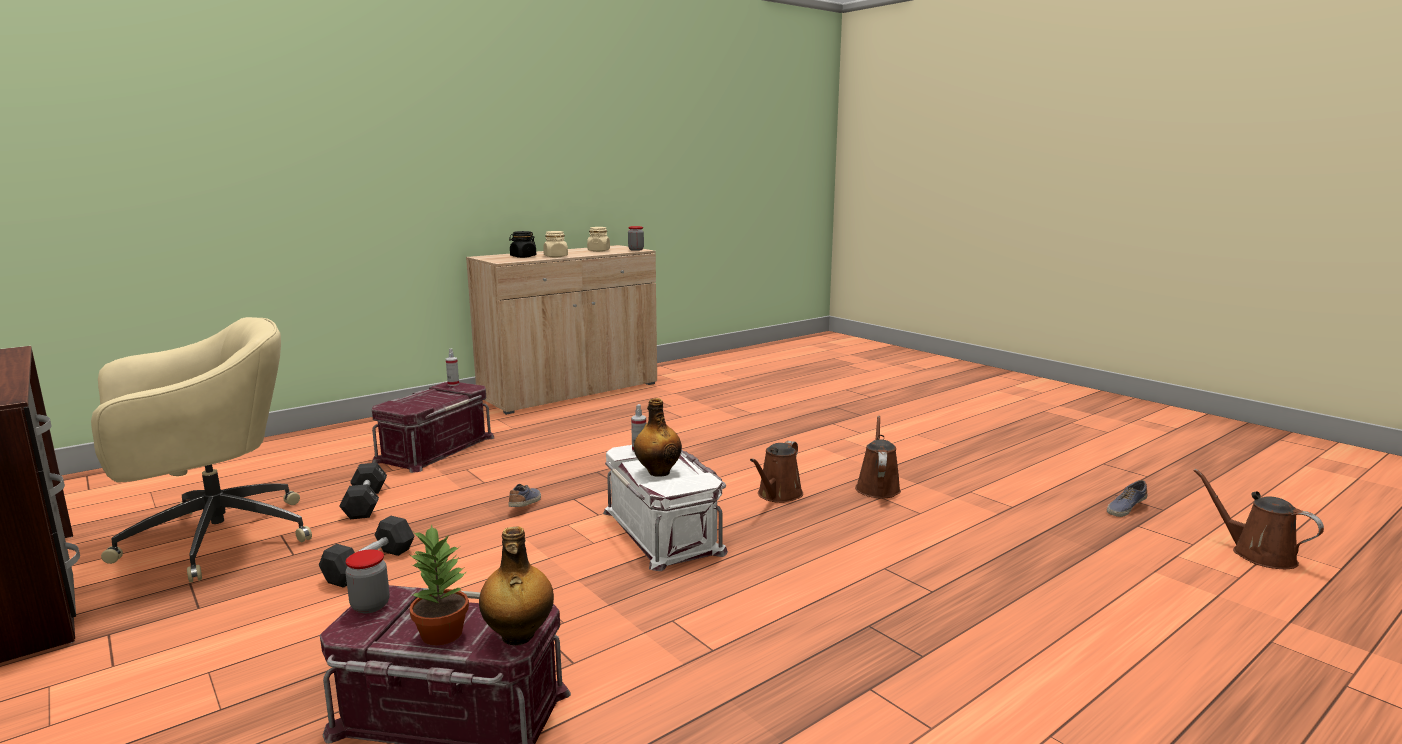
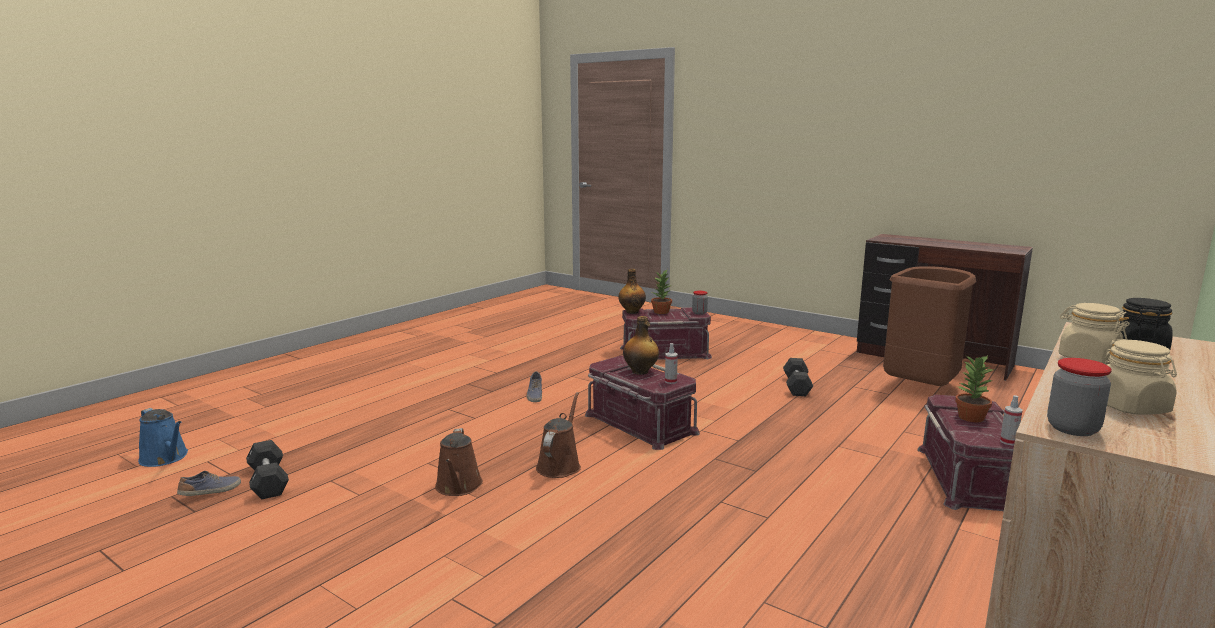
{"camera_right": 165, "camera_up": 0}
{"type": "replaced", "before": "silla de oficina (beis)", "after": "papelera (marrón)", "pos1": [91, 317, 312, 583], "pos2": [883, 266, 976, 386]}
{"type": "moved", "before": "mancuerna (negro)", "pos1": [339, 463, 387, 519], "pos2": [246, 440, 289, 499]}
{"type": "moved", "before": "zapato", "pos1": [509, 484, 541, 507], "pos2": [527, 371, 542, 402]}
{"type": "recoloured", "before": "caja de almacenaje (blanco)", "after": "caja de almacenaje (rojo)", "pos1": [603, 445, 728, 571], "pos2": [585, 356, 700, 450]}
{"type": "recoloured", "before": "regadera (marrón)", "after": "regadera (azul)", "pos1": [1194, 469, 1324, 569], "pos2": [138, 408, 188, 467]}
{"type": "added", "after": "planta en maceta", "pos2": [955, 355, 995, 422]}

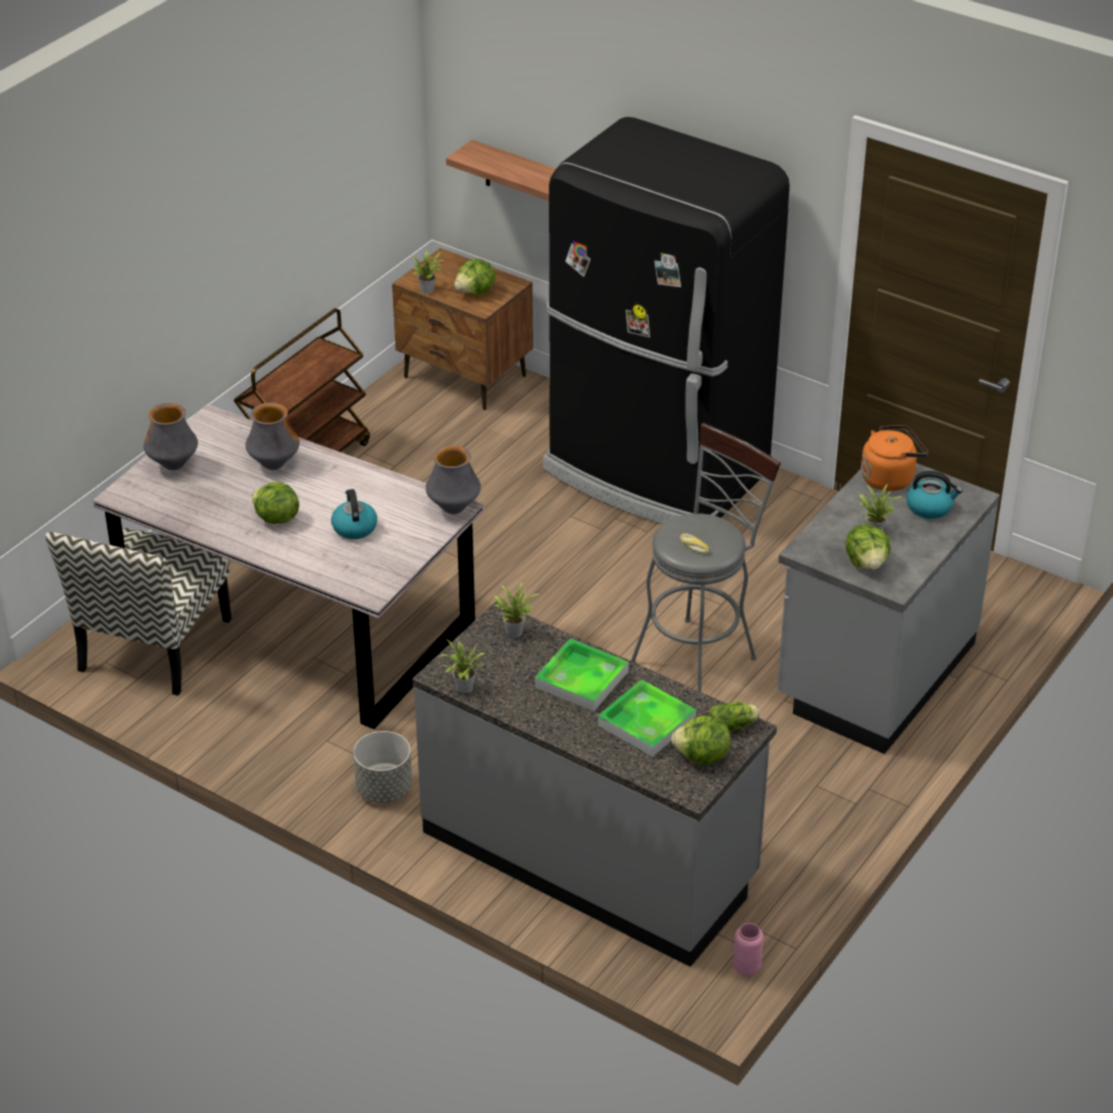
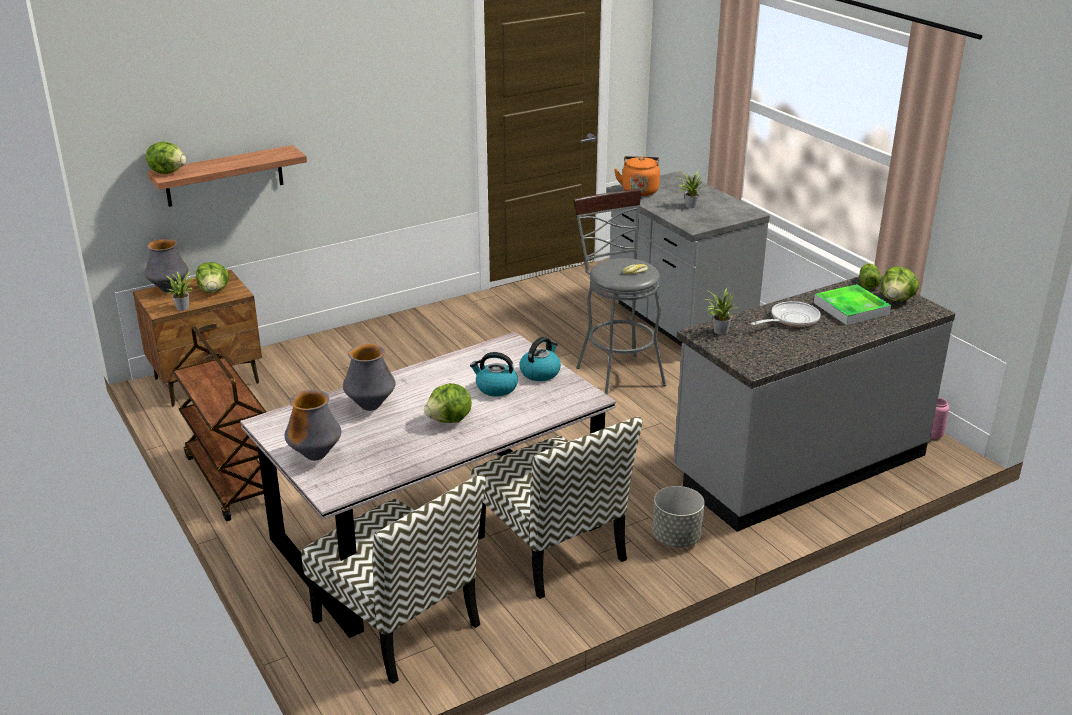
{"camera_right": -65, "camera_up": -10}
{"type": "moved", "before": "florero", "pos1": [426, 445, 481, 514], "pos2": [145, 239, 188, 293]}
{"type": "removed", "before": "planta en maceta", "pos1": [439, 638, 485, 693]}
{"type": "replaced", "before": "bandeja", "after": "sartén", "pos1": [535, 639, 629, 711], "pos2": [751, 301, 821, 327]}
{"type": "removed", "before": "nevera (negro)", "pos1": [543, 117, 790, 524]}
{"type": "moved", "before": "lechuga", "pos1": [846, 524, 891, 570], "pos2": [146, 141, 186, 174]}
{"type": "moved", "before": "hervidor", "pos1": [907, 471, 962, 519], "pos2": [520, 337, 561, 381]}
{"type": "added", "after": "silla", "pos2": [471, 417, 643, 599]}

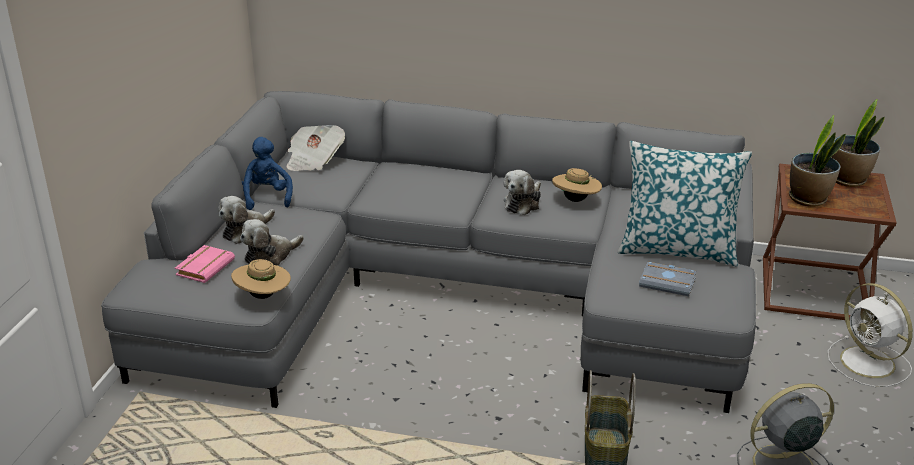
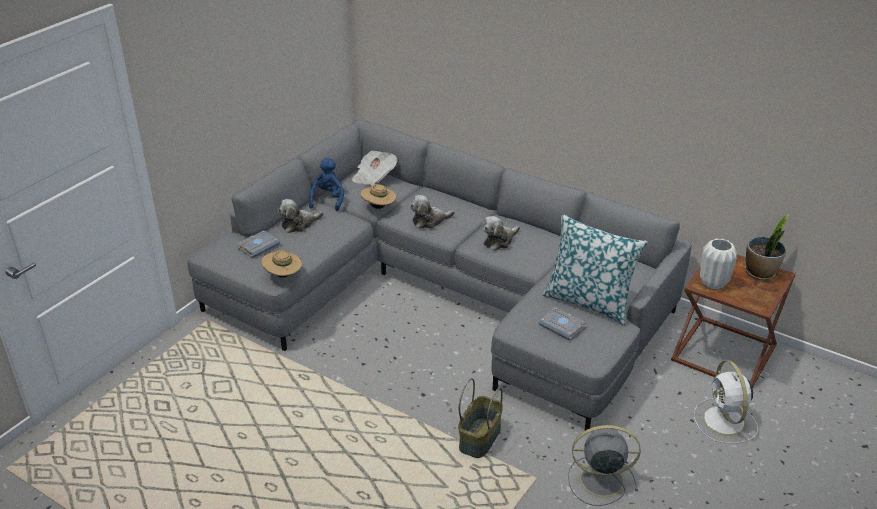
{"camera_right": 20, "camera_up": 5}
{"type": "recoloured", "before": "libro (rosa)", "after": "libro (gris)", "pos1": [175, 245, 235, 283], "pos2": [237, 230, 280, 258]}
{"type": "moved", "before": "peluche", "pos1": [240, 219, 304, 266], "pos2": [410, 195, 455, 229]}
{"type": "moved", "before": "sombrero (beis)", "pos1": [552, 168, 602, 202], "pos2": [360, 184, 396, 209]}
{"type": "replaced", "before": "planta en maceta", "after": "florero (blanco)", "pos1": [789, 115, 846, 207], "pos2": [700, 239, 737, 289]}

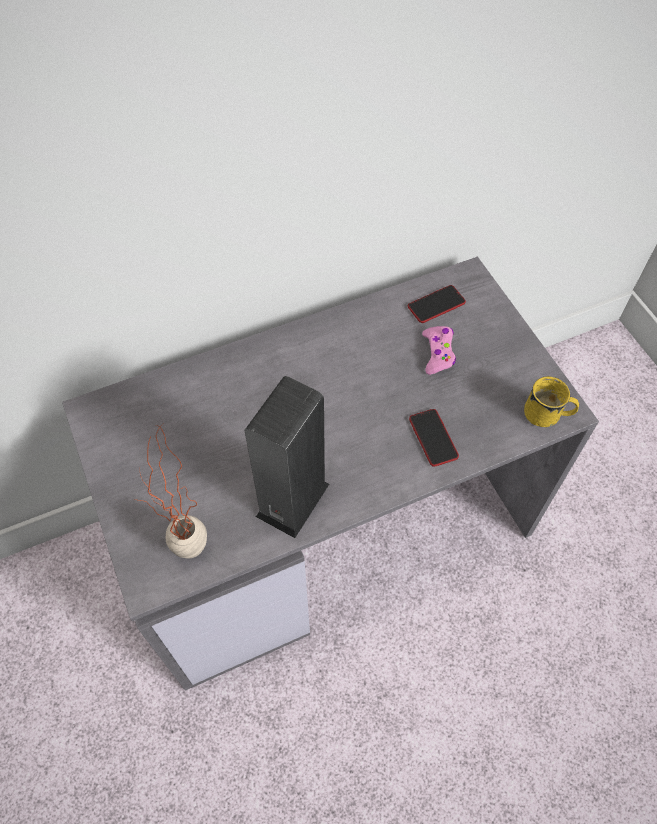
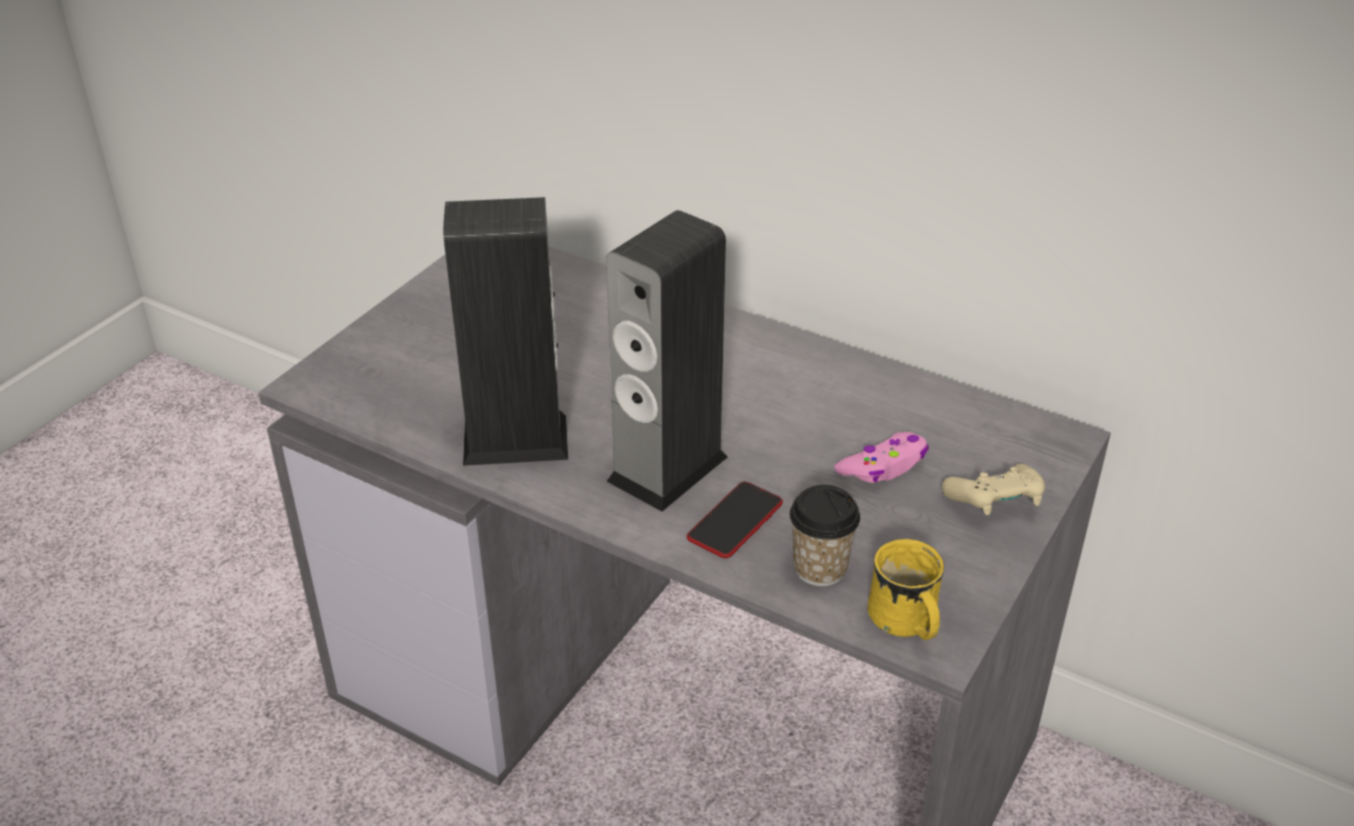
{"camera_right": 55, "camera_up": -20}
{"type": "removed", "before": "planta en maceta", "pos1": [135, 423, 207, 559]}
{"type": "removed", "before": "móvil", "pos1": [408, 285, 466, 323]}
{"type": "added", "after": "altavoz", "pos2": [606, 210, 728, 512]}
{"type": "added", "after": "taza", "pos2": [790, 485, 860, 586]}
{"type": "added", "after": "mando de consola (beis)", "pos2": [942, 464, 1045, 515]}

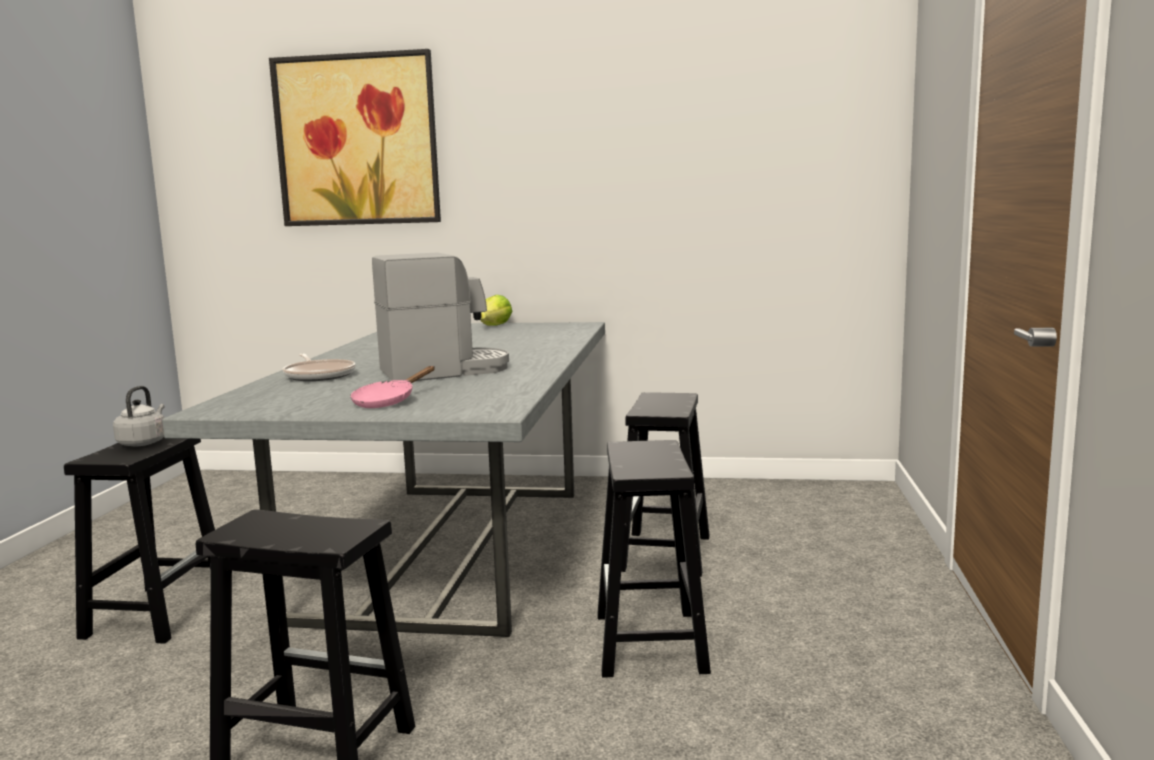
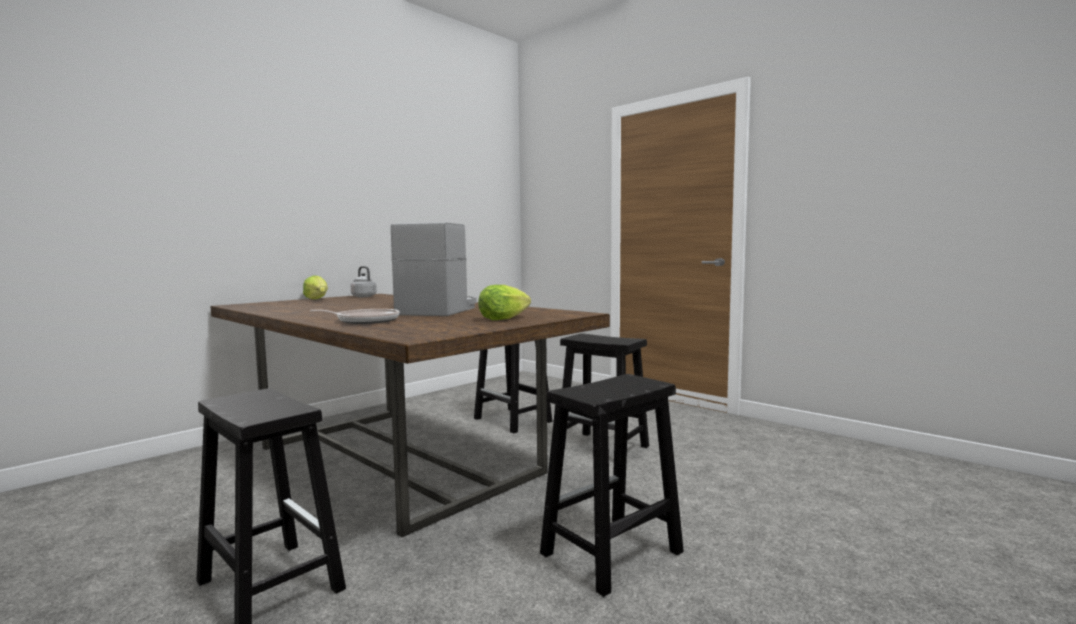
{"camera_right": -55, "camera_up": -5}
{"type": "moved", "before": "hervidor (gris)", "pos1": [113, 386, 165, 446], "pos2": [351, 266, 377, 297]}
{"type": "recoloured", "before": "mesa de comedor (gris)", "after": "mesa de comedor (marrón)", "pos1": [162, 322, 605, 637], "pos2": [211, 294, 610, 537]}
{"type": "removed", "before": "cuadro", "pos1": [269, 49, 441, 226]}
{"type": "replaced", "before": "sartén (rosa)", "after": "lechuga", "pos1": [350, 366, 435, 408], "pos2": [478, 285, 531, 320]}

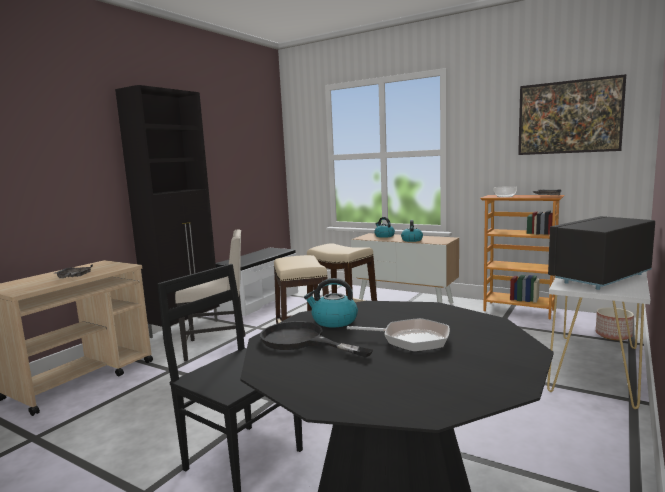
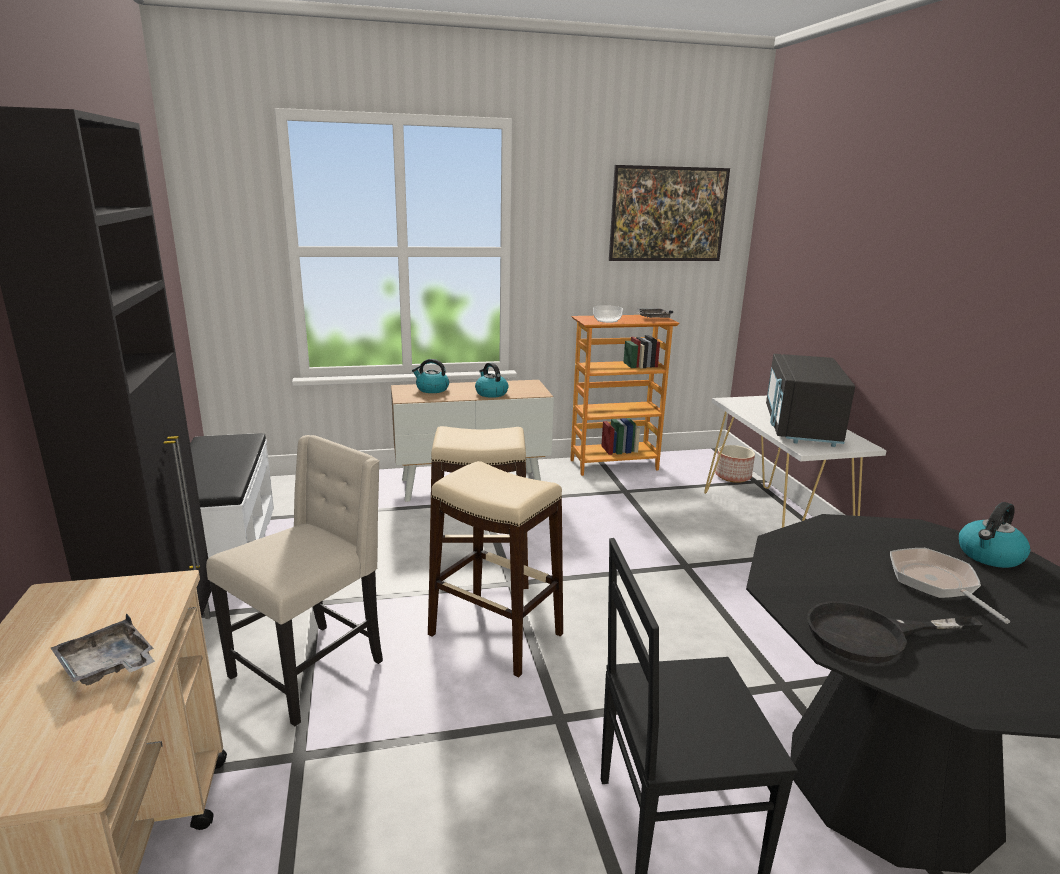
{"camera_right": -45, "camera_up": 10}
{"type": "moved", "before": "hervidor", "pos1": [304, 278, 358, 328], "pos2": [959, 502, 1030, 568]}
{"type": "turned", "before": "sartén", "pos1": [347, 318, 450, 352], "pos2": [890, 548, 1010, 624], "turn": -75}

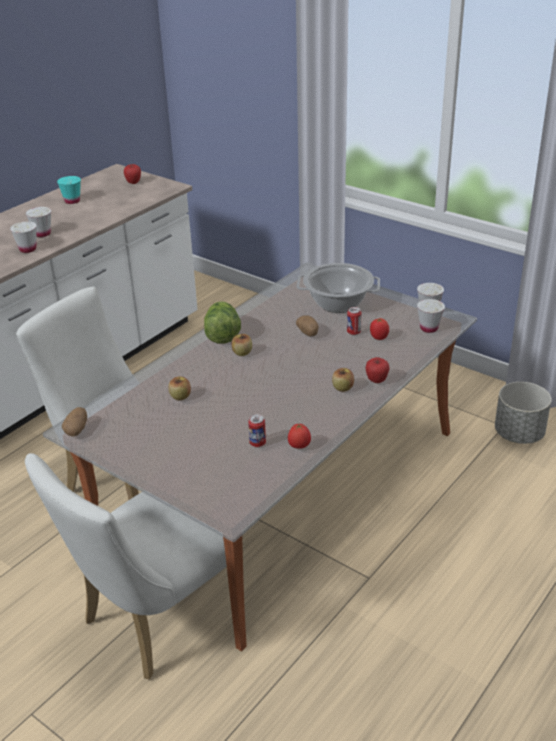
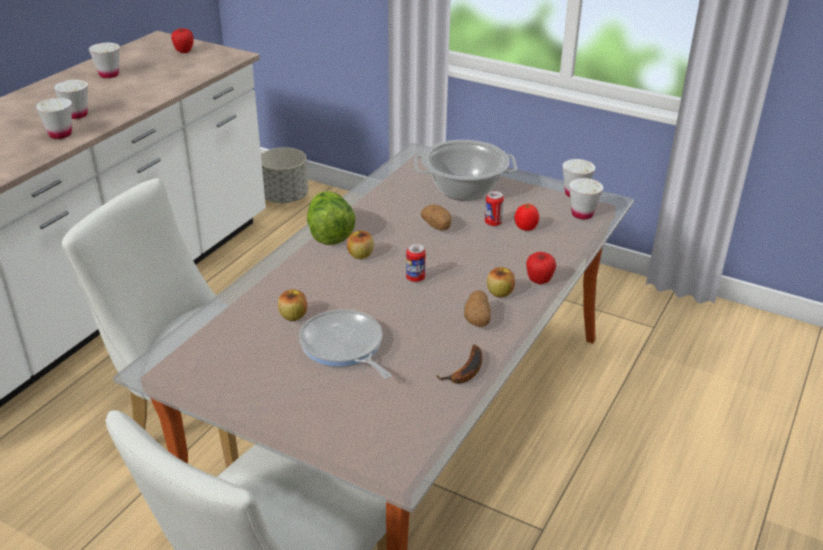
{"camera_right": -10, "camera_up": 0}
{"type": "recoloured", "before": "taza (turquesa)", "after": "taza (blanco)", "pos1": [57, 176, 81, 204], "pos2": [89, 43, 120, 78]}
{"type": "moved", "before": "patata", "pos1": [62, 407, 87, 436], "pos2": [464, 291, 491, 327]}
{"type": "moved", "before": "lata", "pos1": [248, 414, 266, 447], "pos2": [406, 244, 426, 282]}
{"type": "replaced", "before": "tomate", "after": "plátano", "pos1": [288, 423, 311, 449], "pos2": [436, 345, 482, 384]}
{"type": "moved", "before": "maceta (gris)", "pos1": [495, 382, 551, 444], "pos2": [261, 147, 308, 203]}
{"type": "added", "after": "sartén", "pos2": [299, 309, 391, 379]}

